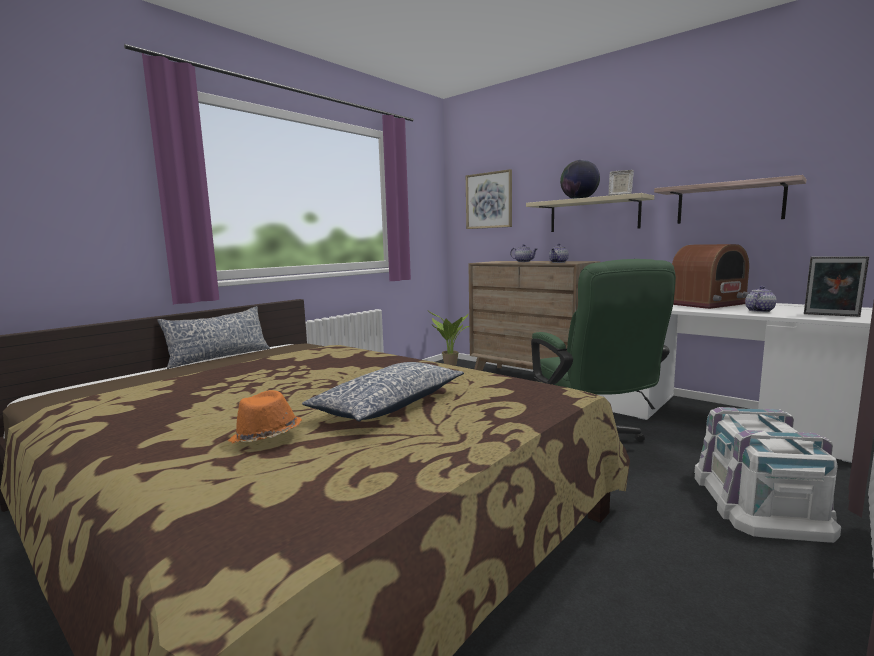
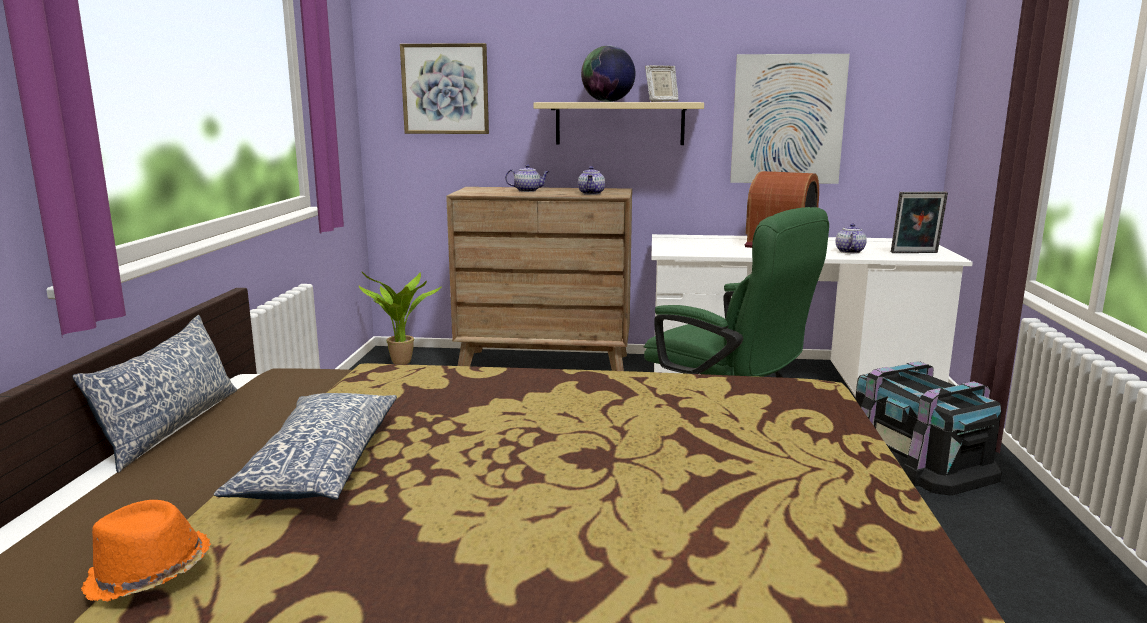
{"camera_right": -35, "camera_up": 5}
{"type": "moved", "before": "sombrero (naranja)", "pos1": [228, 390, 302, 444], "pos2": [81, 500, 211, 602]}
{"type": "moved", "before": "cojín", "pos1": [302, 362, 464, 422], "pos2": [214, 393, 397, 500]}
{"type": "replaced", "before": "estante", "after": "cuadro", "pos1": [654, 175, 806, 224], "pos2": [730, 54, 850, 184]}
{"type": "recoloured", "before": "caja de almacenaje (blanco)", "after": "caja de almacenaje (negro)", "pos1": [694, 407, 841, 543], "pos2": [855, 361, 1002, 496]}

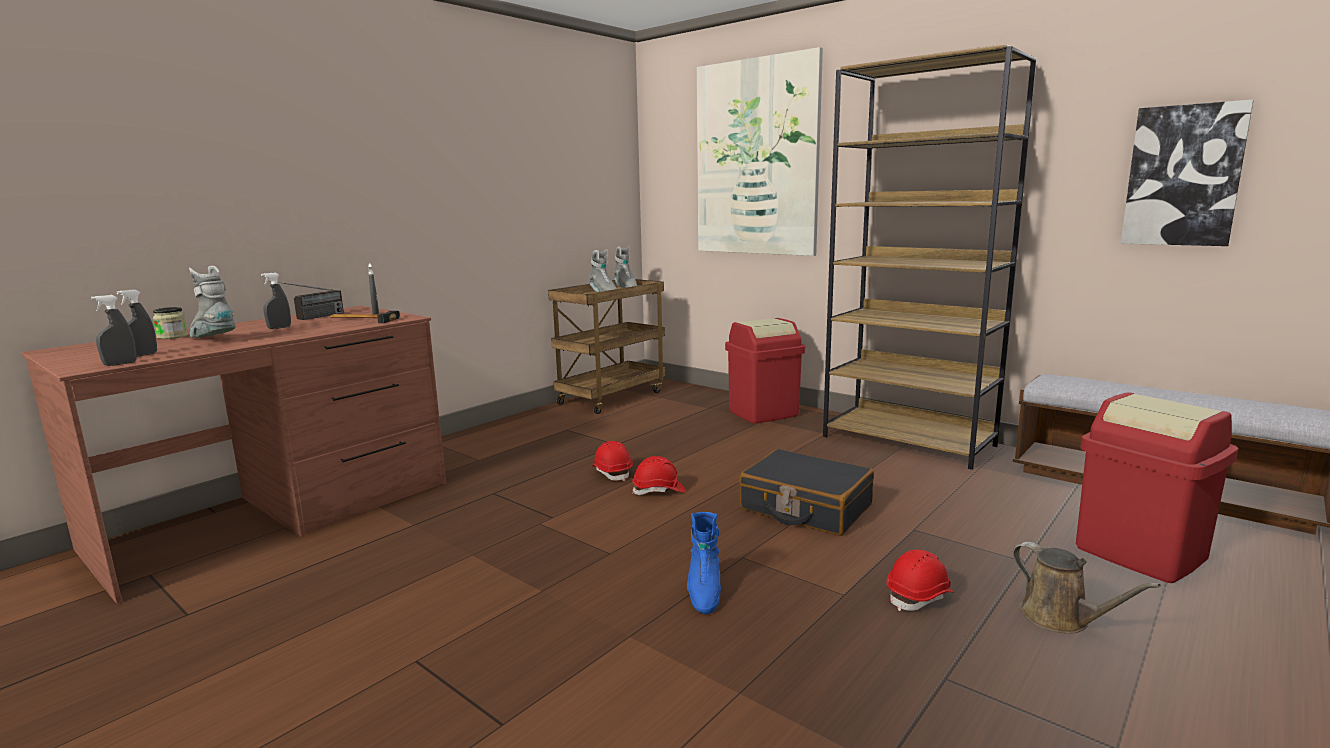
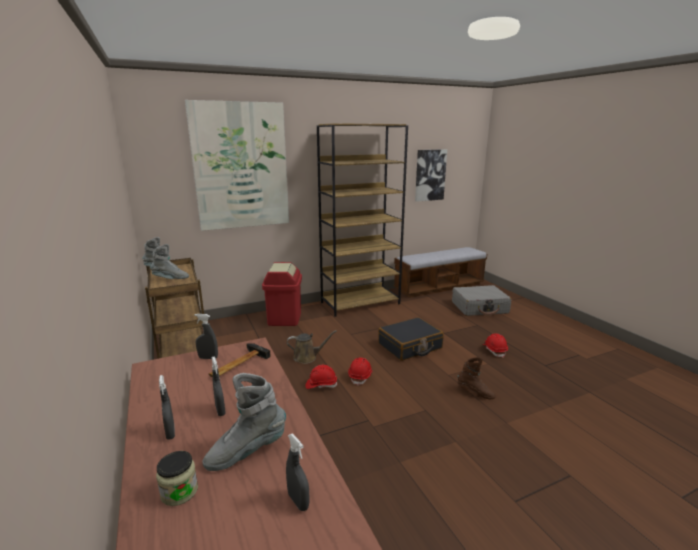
{"camera_right": -65, "camera_up": 5}
{"type": "moved", "before": "pulverizador (gris)", "pos1": [91, 295, 137, 366], "pos2": [159, 375, 175, 440]}
{"type": "removed", "before": "radio", "pos1": [270, 281, 344, 320]}
{"type": "recoloured", "before": "bota (azul)", "after": "bota (marrón)", "pos1": [687, 512, 721, 614], "pos2": [457, 357, 496, 399]}
{"type": "moved", "before": "regadera (marrón)", "pos1": [1012, 542, 1161, 634], "pos2": [287, 330, 337, 364]}
{"type": "replaced", "before": "papelera (rojo)", "after": "maleta (gris)", "pos1": [1076, 392, 1239, 583], "pos2": [452, 285, 511, 316]}

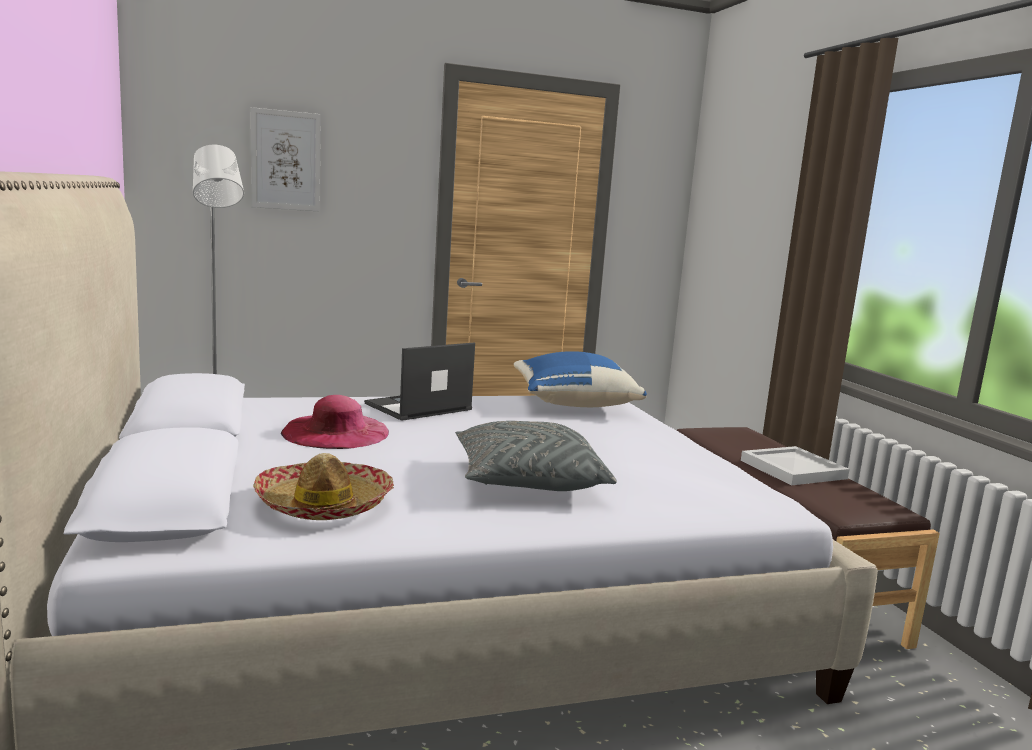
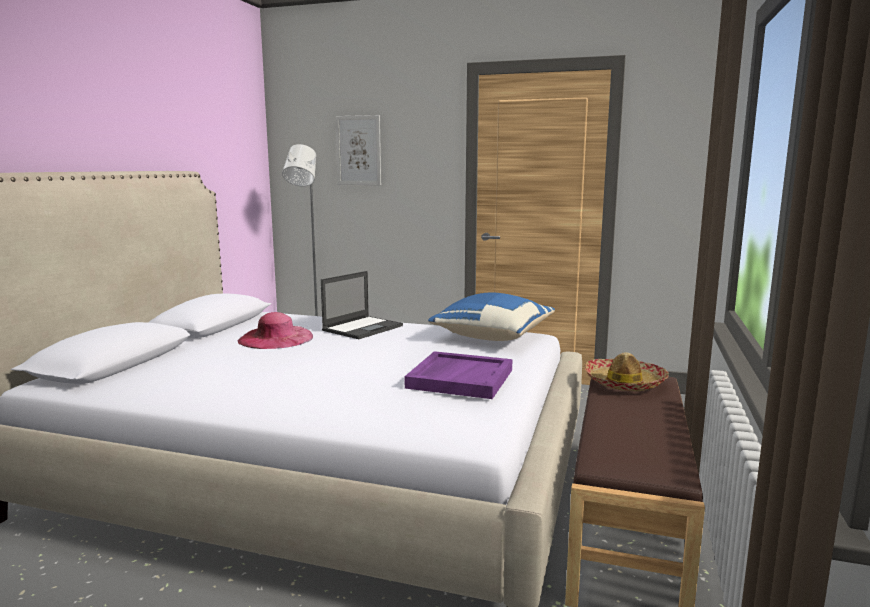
{"camera_right": 35, "camera_up": 0}
{"type": "moved", "before": "sombrero", "pos1": [253, 453, 394, 520], "pos2": [584, 352, 669, 391]}
{"type": "turned", "before": "portátil", "pos1": [364, 342, 475, 421], "pos2": [321, 271, 403, 339], "turn": 135}
{"type": "removed", "before": "cojín (gris)", "pos1": [455, 421, 617, 491]}
{"type": "removed", "before": "bandeja (blanco)", "pos1": [741, 446, 849, 485]}
{"type": "added", "after": "bandeja (morado)", "pos2": [405, 351, 513, 399]}

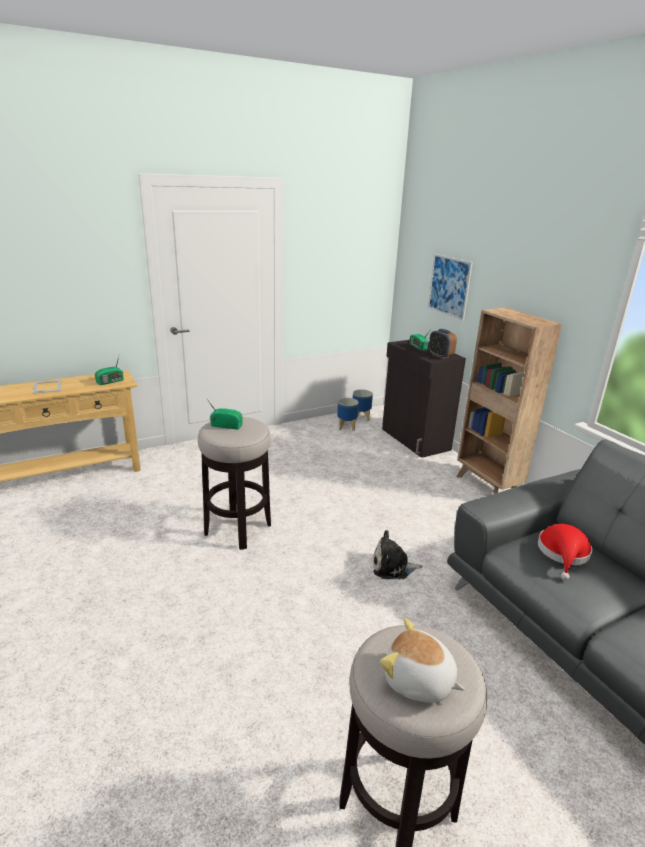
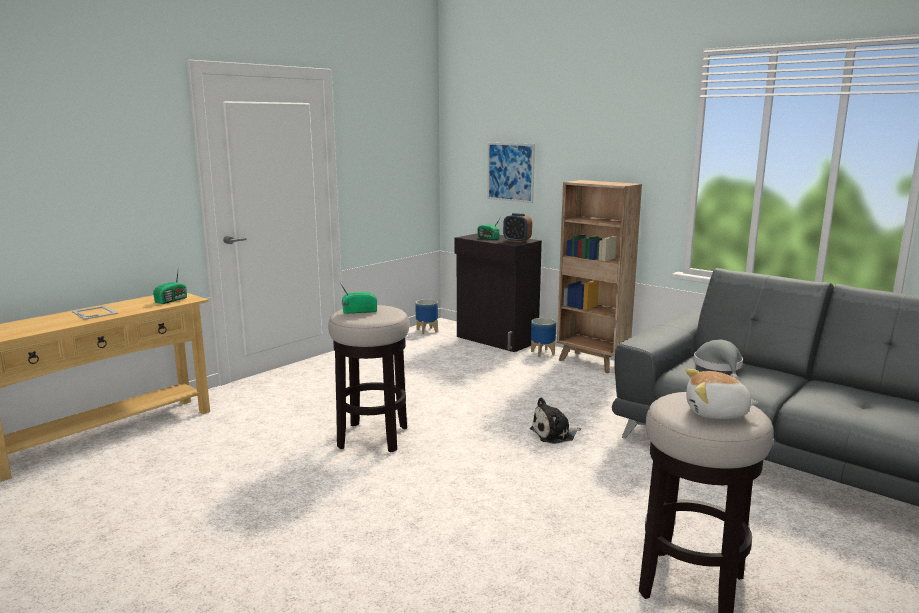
{"camera_right": -20, "camera_up": -10}
{"type": "moved", "before": "maceta", "pos1": [337, 398, 359, 431], "pos2": [531, 318, 556, 357]}
{"type": "recoloured", "before": "sombrero (rojo)", "after": "sombrero (gris)", "pos1": [538, 524, 592, 580], "pos2": [694, 339, 743, 379]}

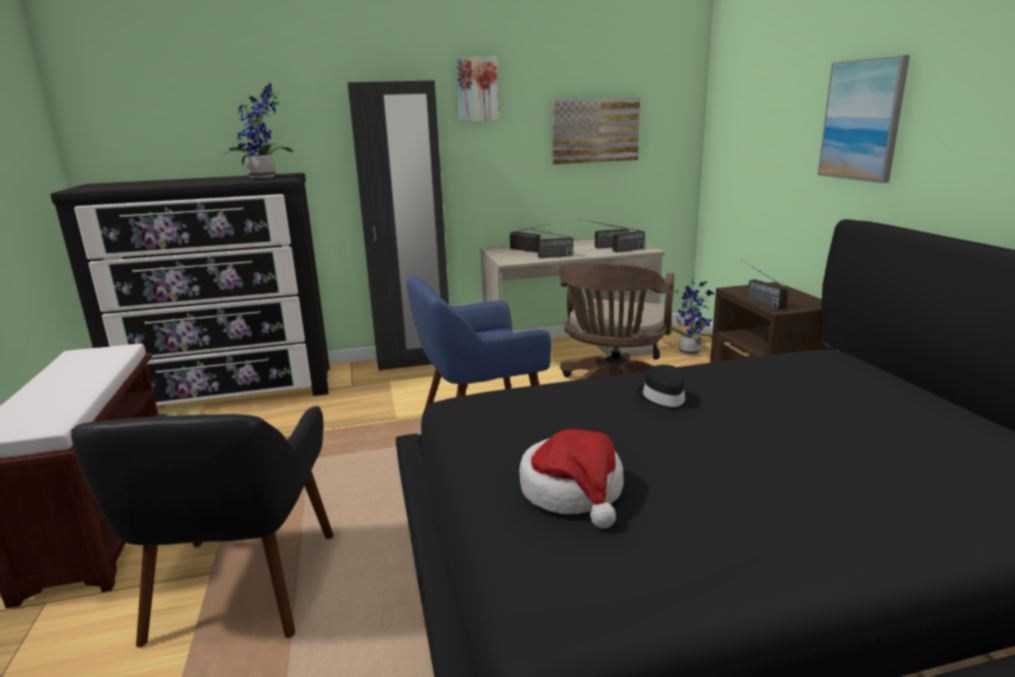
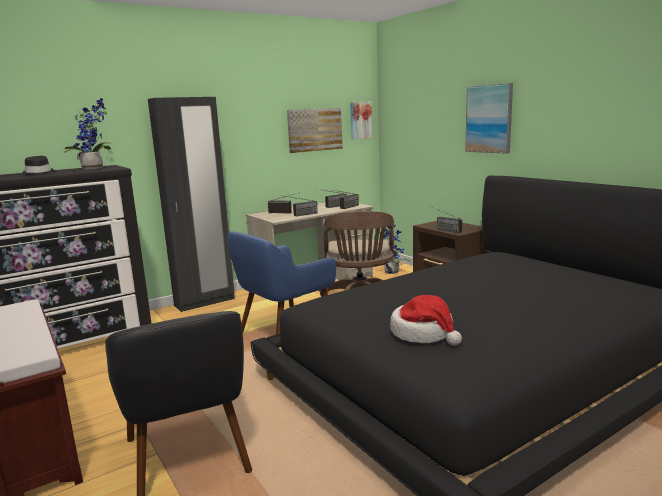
{"camera_right": -20, "camera_up": -5}
{"type": "moved", "before": "cuadro", "pos1": [456, 57, 499, 122], "pos2": [350, 101, 372, 140]}
{"type": "moved", "before": "sombrero (negro)", "pos1": [637, 365, 693, 416], "pos2": [21, 156, 56, 177]}

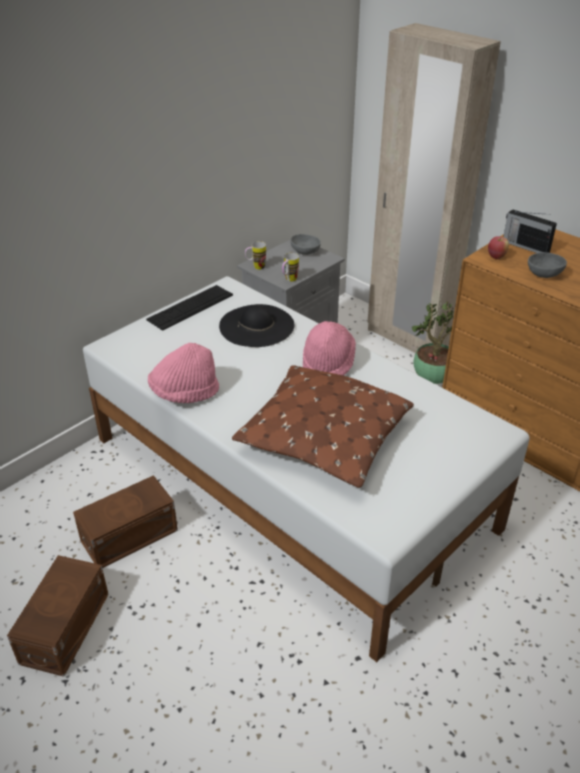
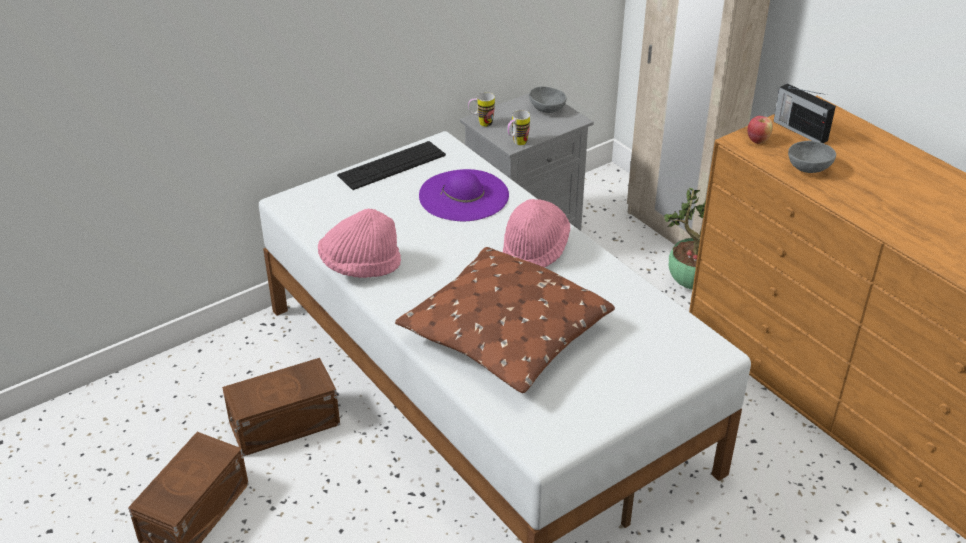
{"camera_right": 10, "camera_up": 0}
{"type": "recoloured", "before": "sombrero (negro)", "after": "sombrero (morado)", "pos1": [219, 304, 294, 347], "pos2": [419, 169, 509, 221]}

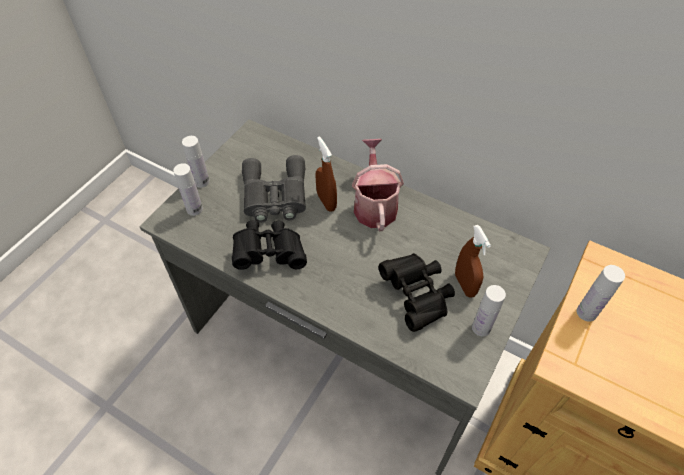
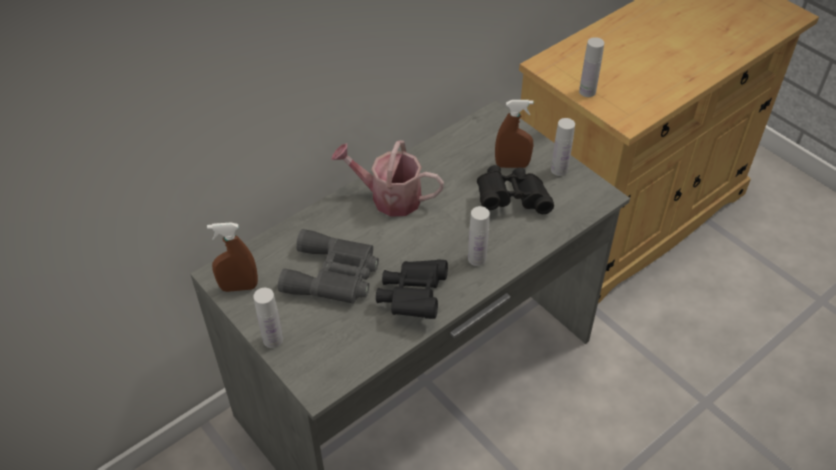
{"camera_right": -70, "camera_up": -5}
{"type": "moved", "before": "botella (blanco)", "pos1": [173, 163, 203, 216], "pos2": [468, 206, 490, 266]}
{"type": "moved", "before": "pulverizador (marrón)", "pos1": [315, 136, 337, 212], "pos2": [207, 222, 258, 292]}

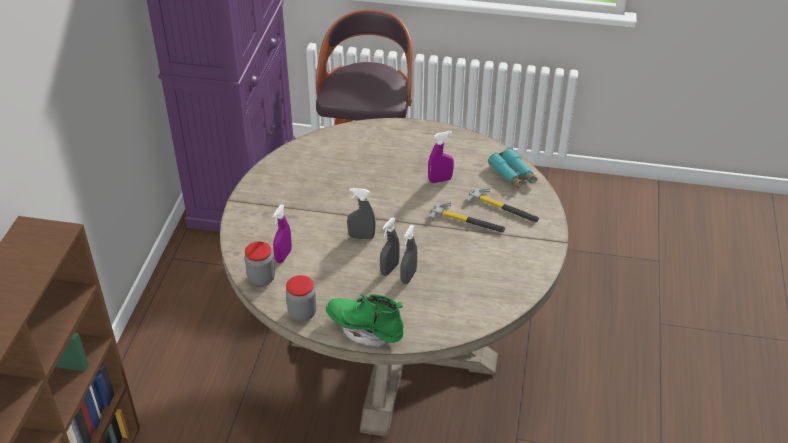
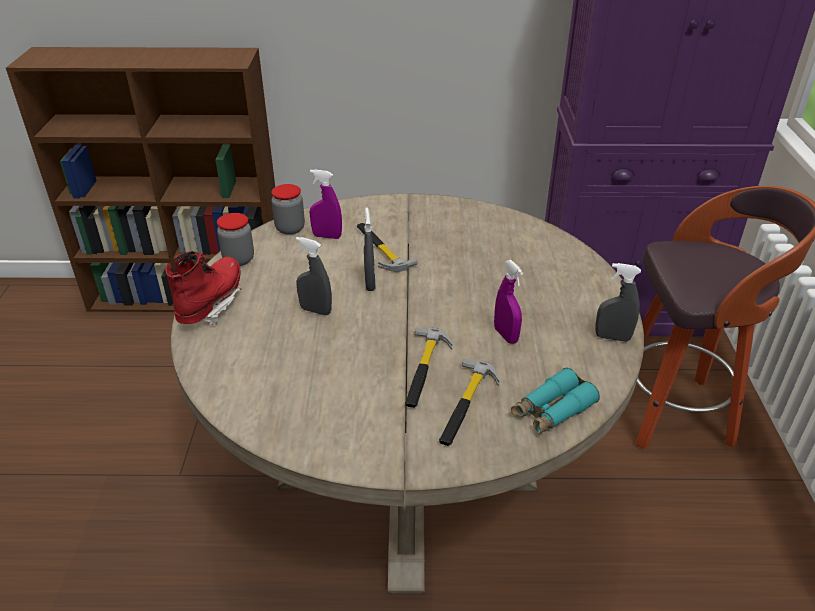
{"camera_right": 80, "camera_up": -5}
{"type": "recoloured", "before": "bota (verde)", "after": "bota (rojo)", "pos1": [326, 294, 404, 348], "pos2": [165, 251, 241, 325]}
{"type": "moved", "before": "pulverizador (gris)", "pos1": [400, 225, 417, 284], "pos2": [595, 263, 641, 342]}
{"type": "added", "after": "martillo", "pos2": [357, 223, 417, 272]}

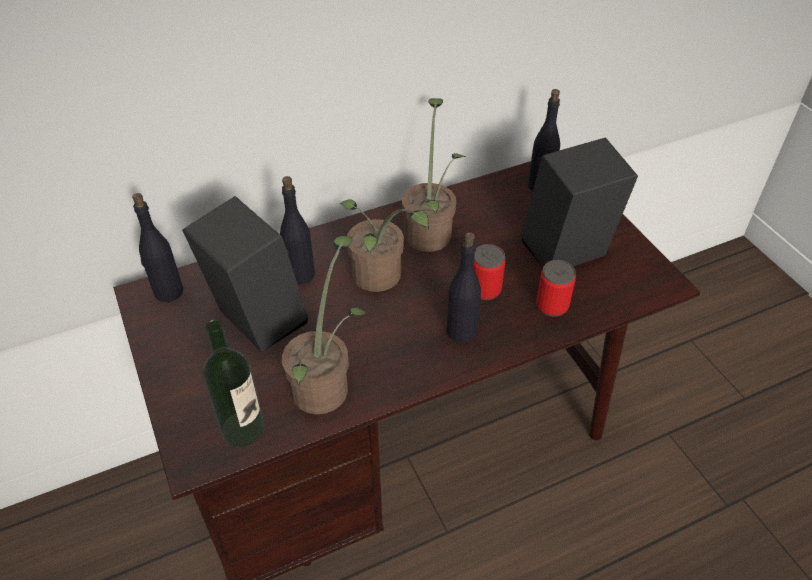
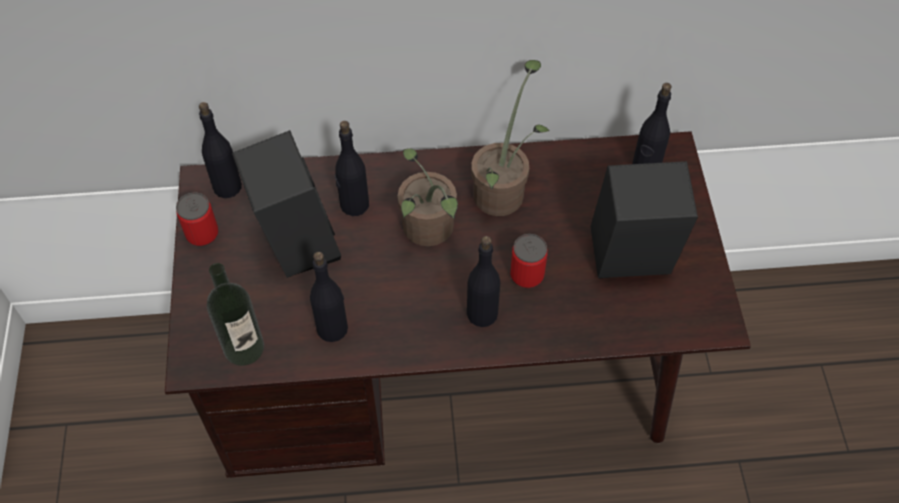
{"camera_right": 20, "camera_up": 10}
{"type": "replaced", "before": "planta en maceta", "after": "botella (negro)", "pos1": [282, 236, 368, 414], "pos2": [310, 252, 348, 342]}
{"type": "moved", "before": "lata", "pos1": [536, 260, 576, 317], "pos2": [176, 192, 218, 247]}

